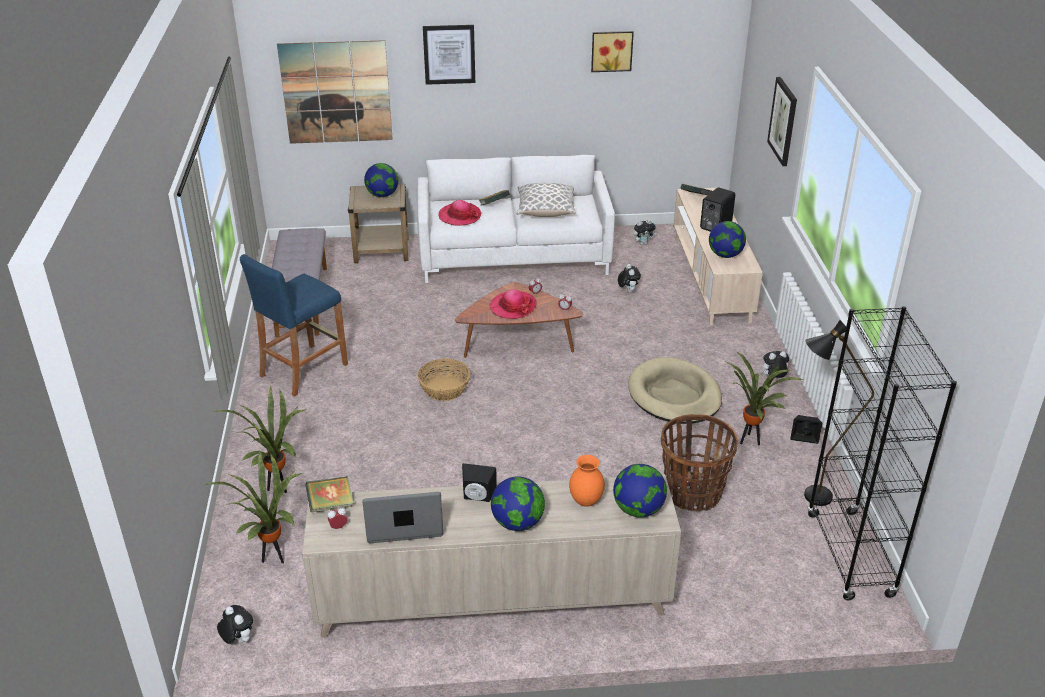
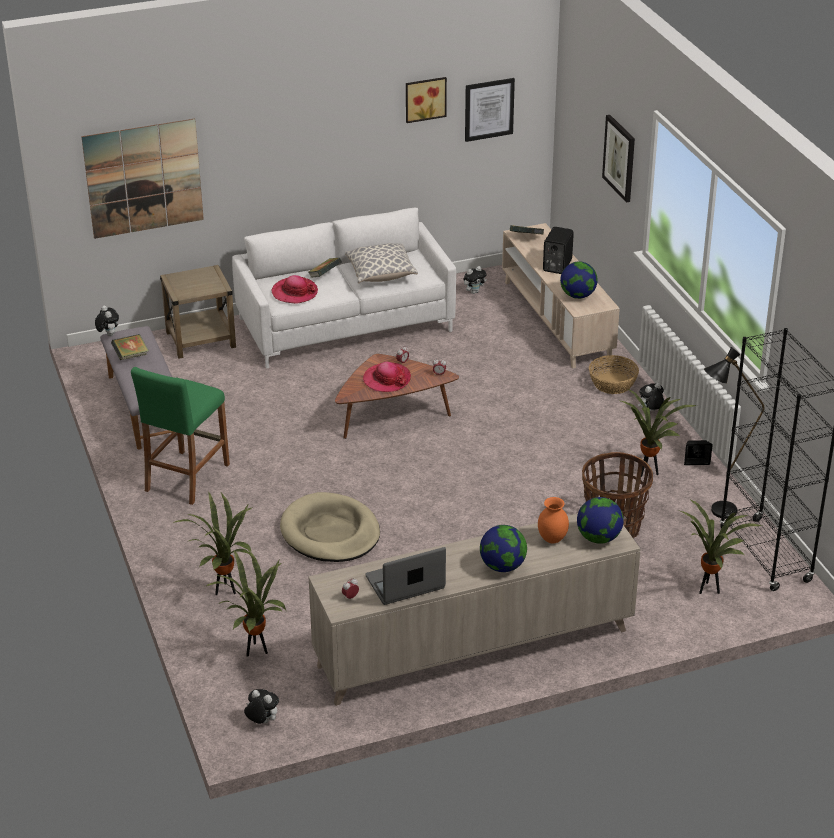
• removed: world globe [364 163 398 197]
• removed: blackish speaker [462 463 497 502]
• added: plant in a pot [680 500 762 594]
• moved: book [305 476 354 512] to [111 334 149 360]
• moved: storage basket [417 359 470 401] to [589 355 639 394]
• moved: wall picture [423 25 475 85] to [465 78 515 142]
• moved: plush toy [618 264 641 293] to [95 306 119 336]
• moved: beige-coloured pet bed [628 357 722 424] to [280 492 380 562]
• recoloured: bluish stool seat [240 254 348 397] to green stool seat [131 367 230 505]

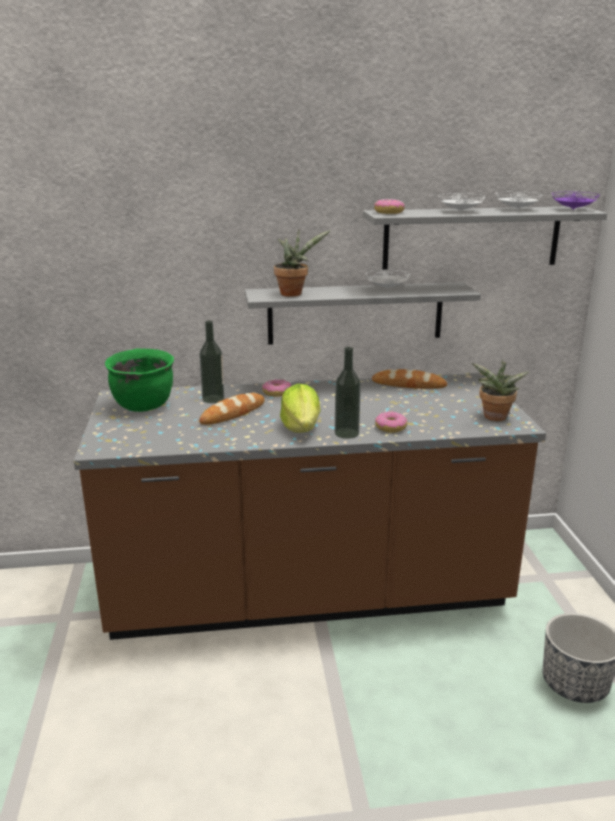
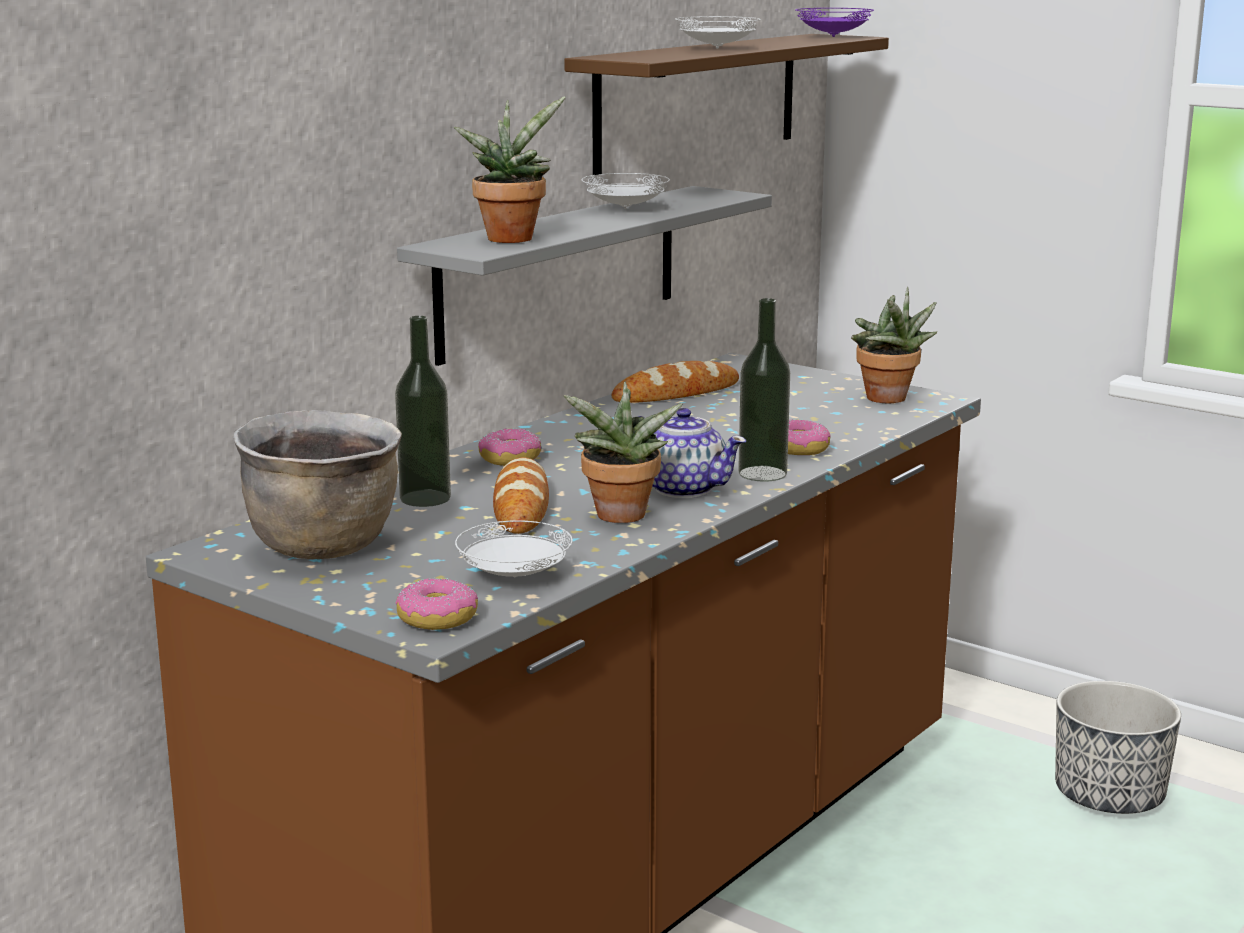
• added: plant in a pot [564 381 683 523]
• moved: doughnut [374 199 405 214] to [395 578 478 630]
• moved: white-coloured dinner plate [496 191 542 210] to [455 520 573 577]
• replaced: head of lettuce [280 384 321 433] to tea pot [636 408 746 498]
• recoloured: green saucepot [105 348 174 412] to brown saucepot [234 410 402 559]
• recoloured: grey wall shelf [363 207 608 270] to brown wall shelf [564 34 889 175]

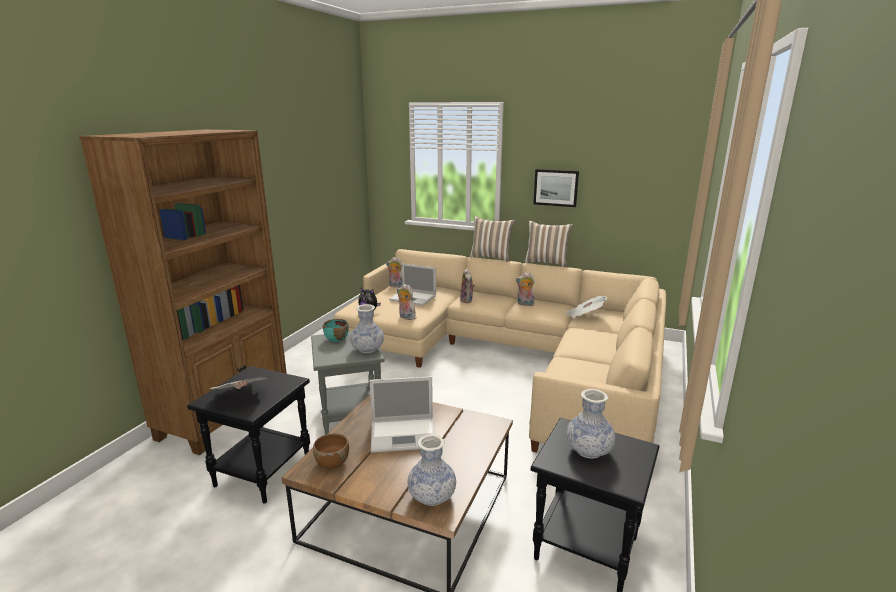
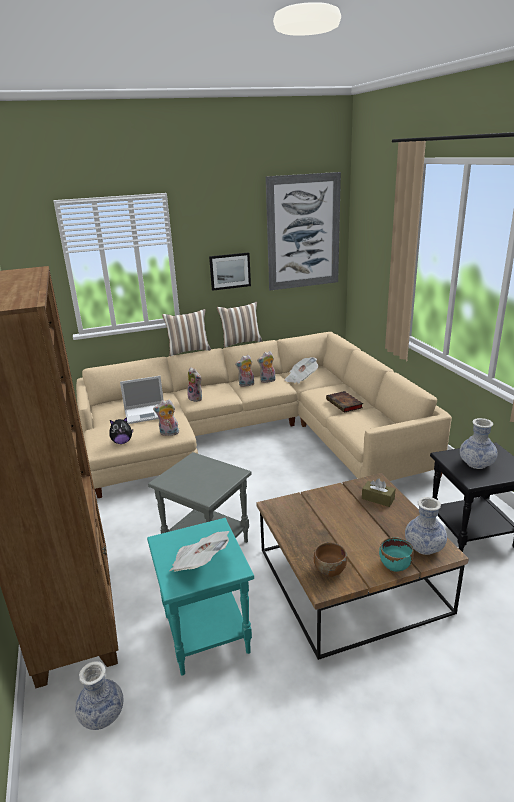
• removed: laptop [369 376 435 453]
• added: wall picture [266 172 341 290]
• added: book [326 391 363 413]
• added: brown box of tissues [362 479 395 507]
• moved: turquoise deep dish [323 319 349 342] to [379 537 414 572]
• moved: vase [350 304 384 353] to [75 661 123 730]
• moved: plush toy [386 257 403 288] to [257 351 276 383]
• recoloured: blackish side table [187 366 310 504] to turquoise side table [147 518 254 676]

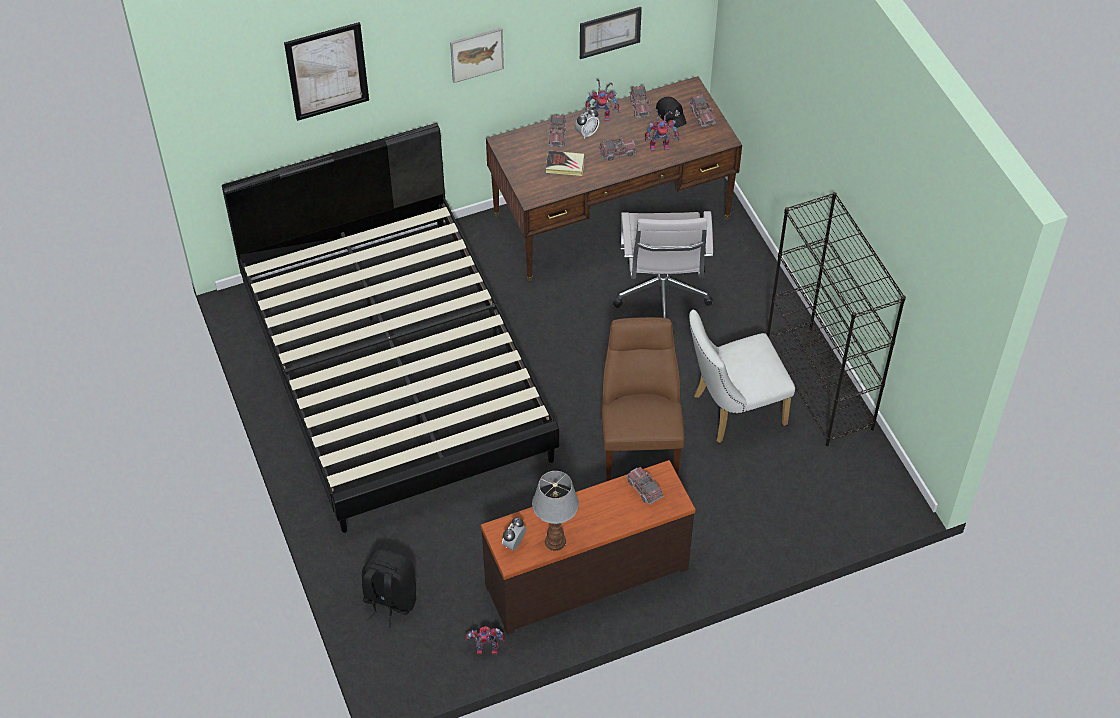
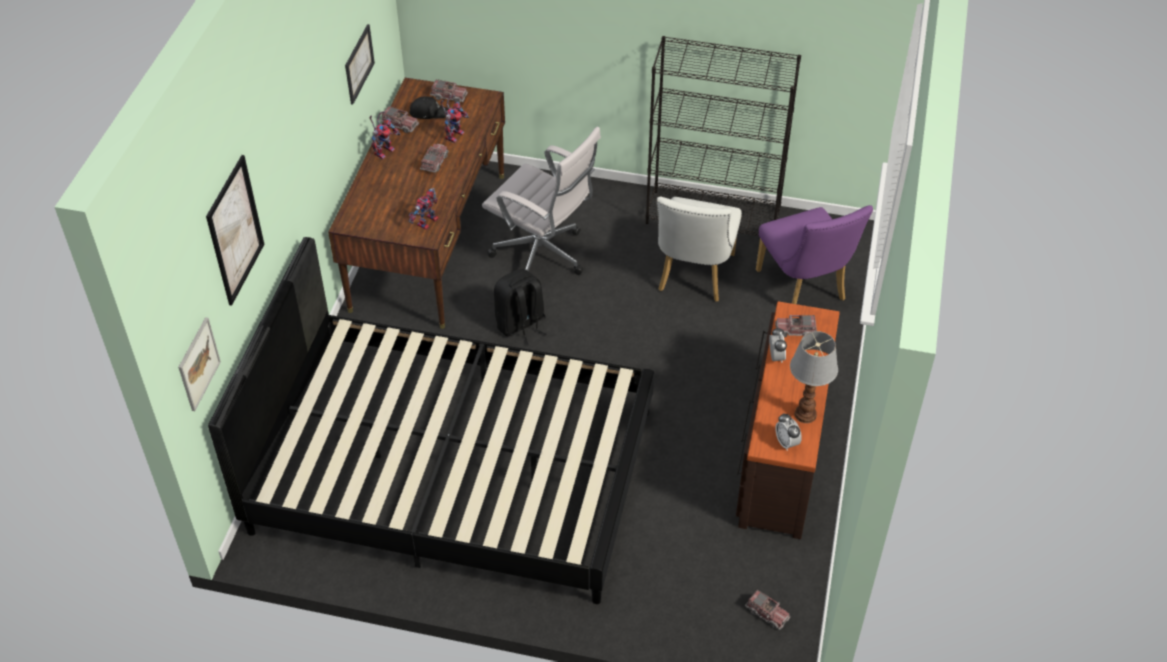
• removed: book [546 150 585 176]
• removed: brown chair [601 317 684 481]
• added: purplish chair [756 205 873 304]
• moved: blackish rucksack [362 549 416 628] to [494 269 547 345]
• moved: wall picture [450 28 504 83] to [178 317 221 411]
• moved: toy robot [466 626 505 655] to [409 188 438 230]
• moved: toy lorry [548 115 566 147] to [745 590 790 630]
• moved: table clock [575 109 599 139] to [769 327 787 363]

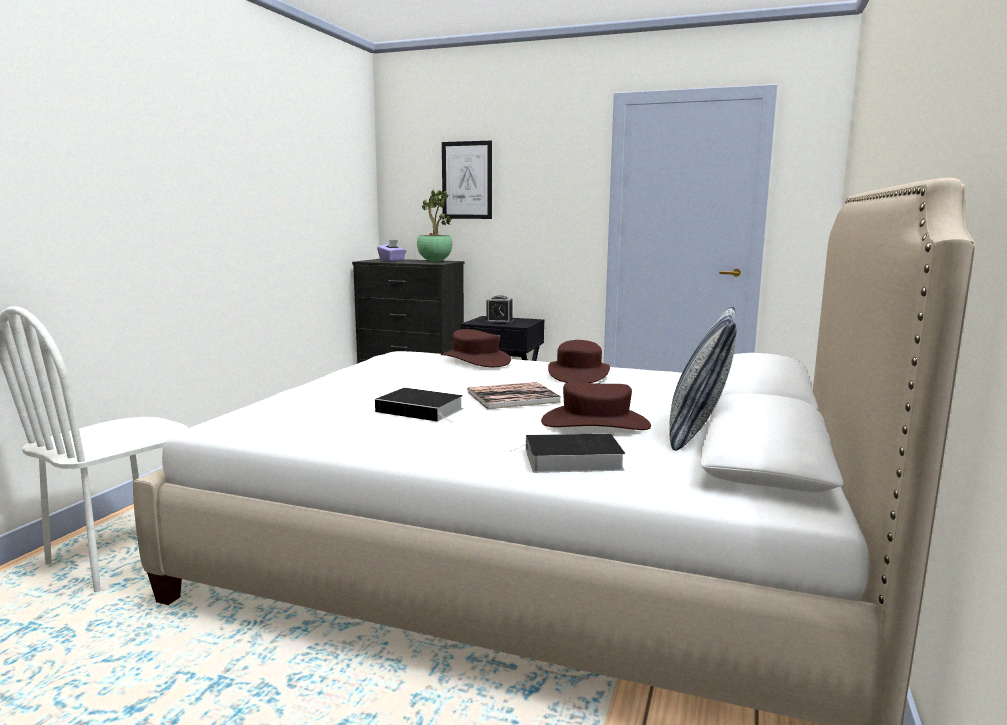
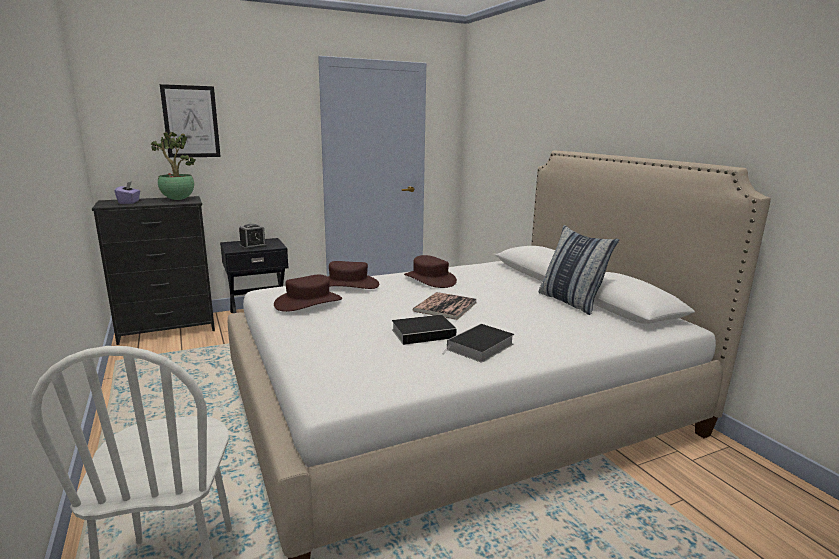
• moved: book [510 433 625 473] to [442 324 514 363]
• moved: brown wearable hat [541 382 651 430] to [274 275 342 312]

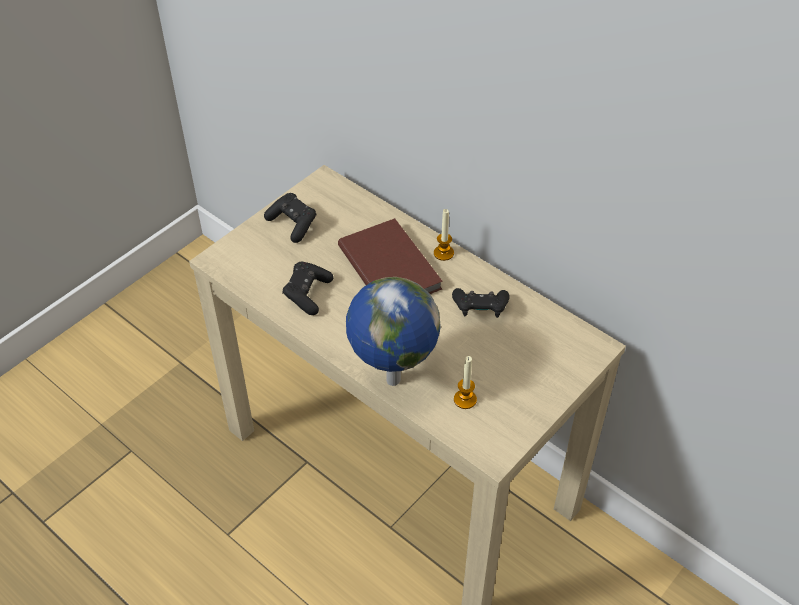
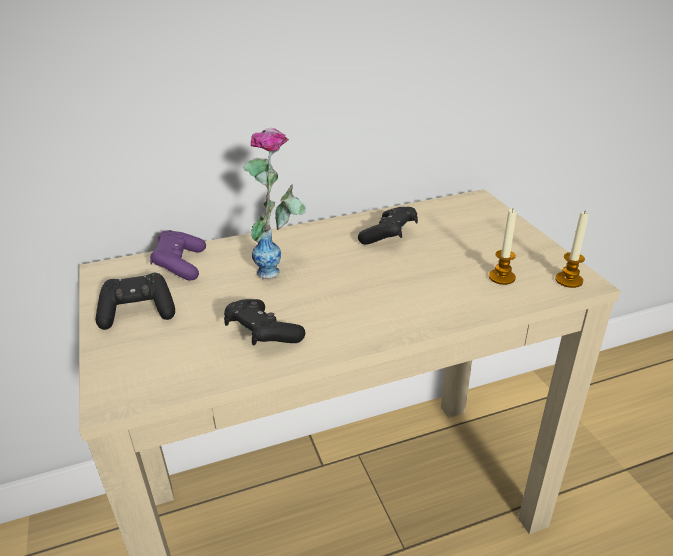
• removed: world globe [346 277 441 386]
• added: purplish joypad [150 230 206 281]
• moved: candle [434 209 454 261] to [555 210 589 288]
• replaced: brown book [338 218 443 294] to vase [243 128 306 279]

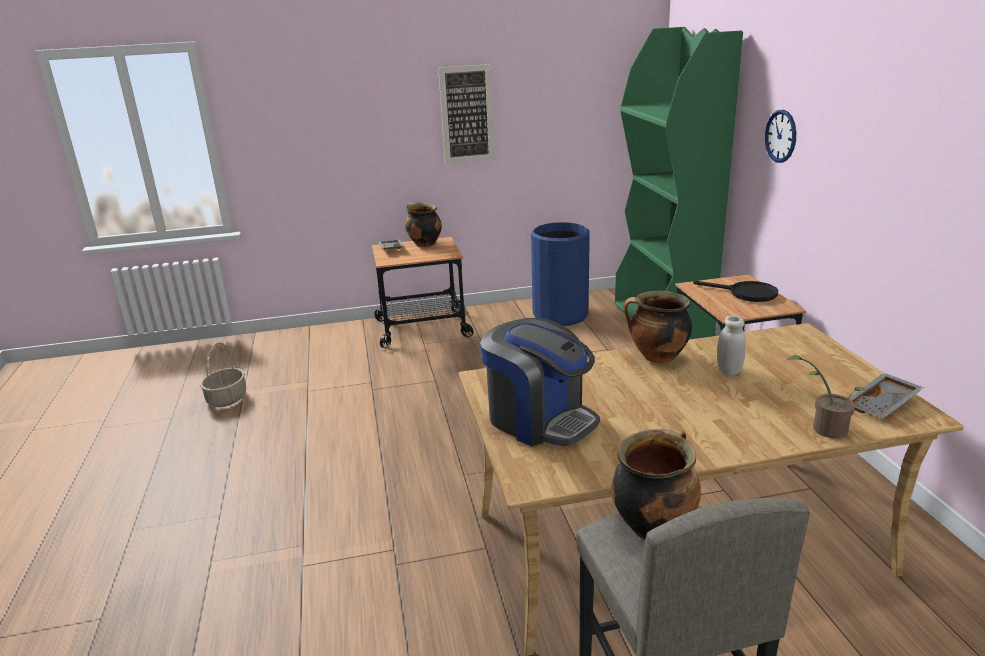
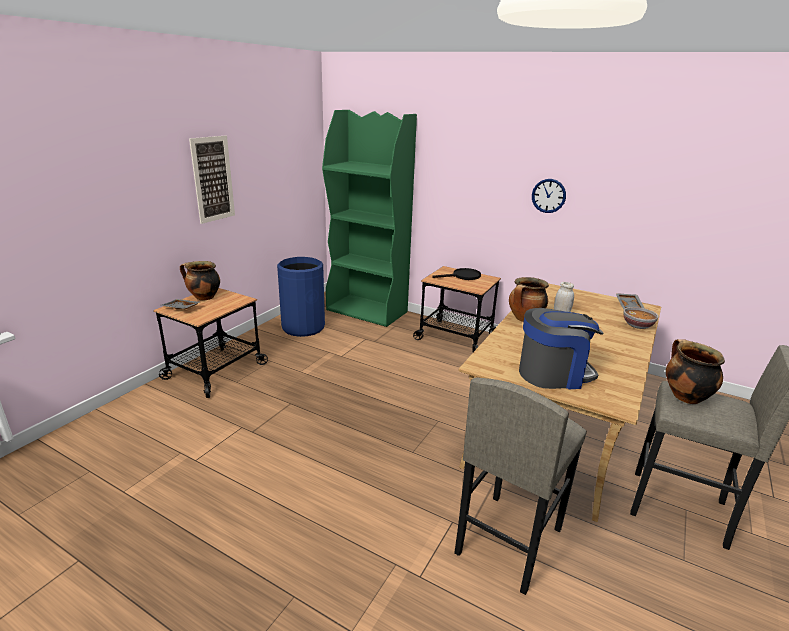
• removed: storage basket [200 342 246 407]
• added: grey stool seat [454 378 587 595]
• moved: wall clock [765 110 796 163] to [532 179 566 213]
• replaced: plant in a pot [786 355 865 439] to deep dish [623 307 659 329]

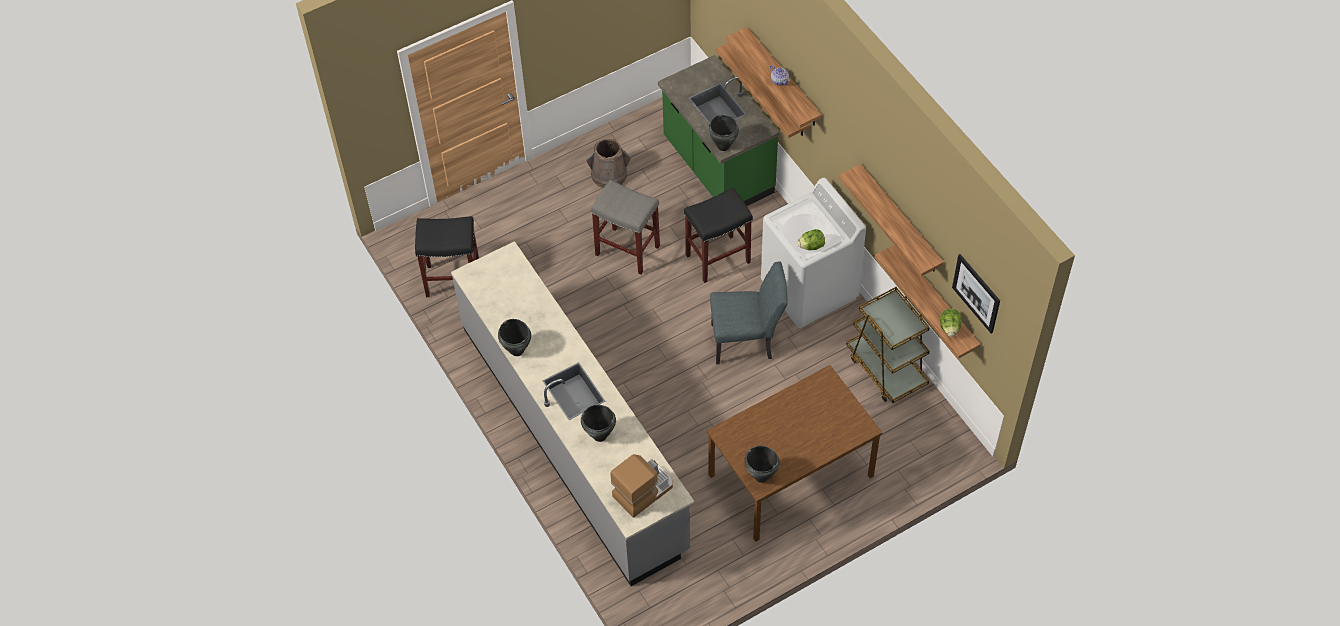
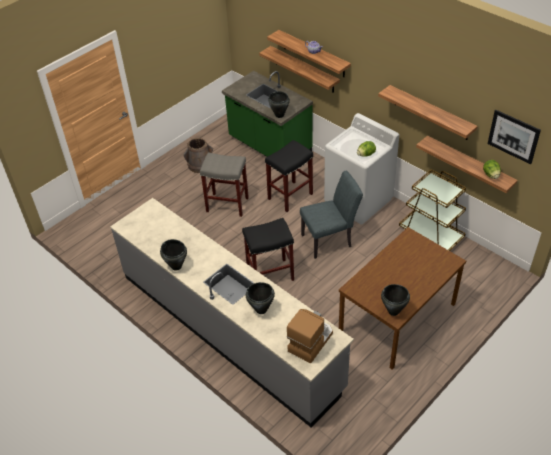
• moved: blackish stool seat [415 216 479 297] to [242 218 294 281]

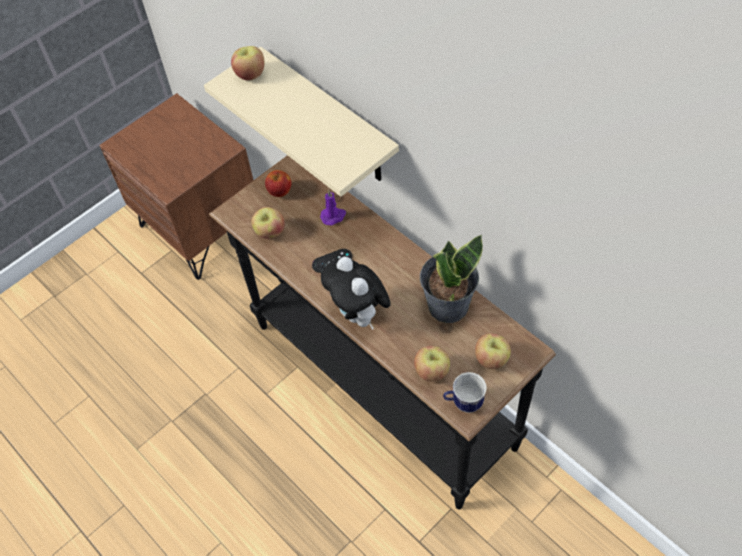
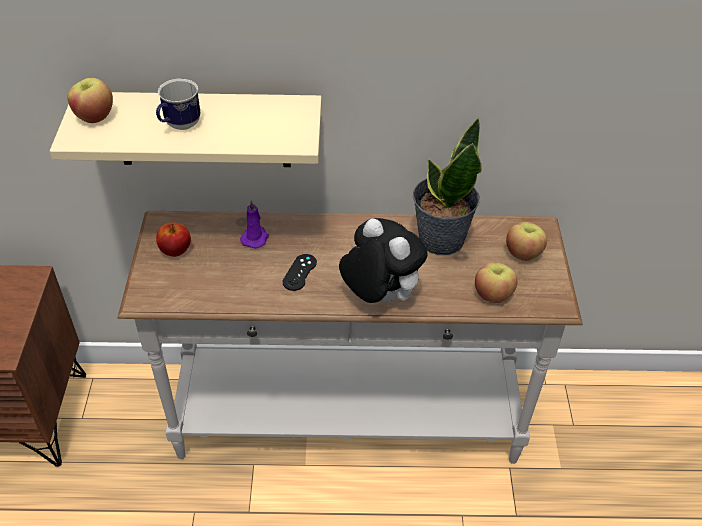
• removed: apple [251 207 284 239]
• moved: mug [443 372 487 413] to [156 79 201 130]
• recoloured: blackish narrow table [209 155 556 510] to white-coloured narrow table [117 211 583 464]
• turned: plush toy [321 256 391 330] = [339 218 428 303] 150 degrees counterclockwise

